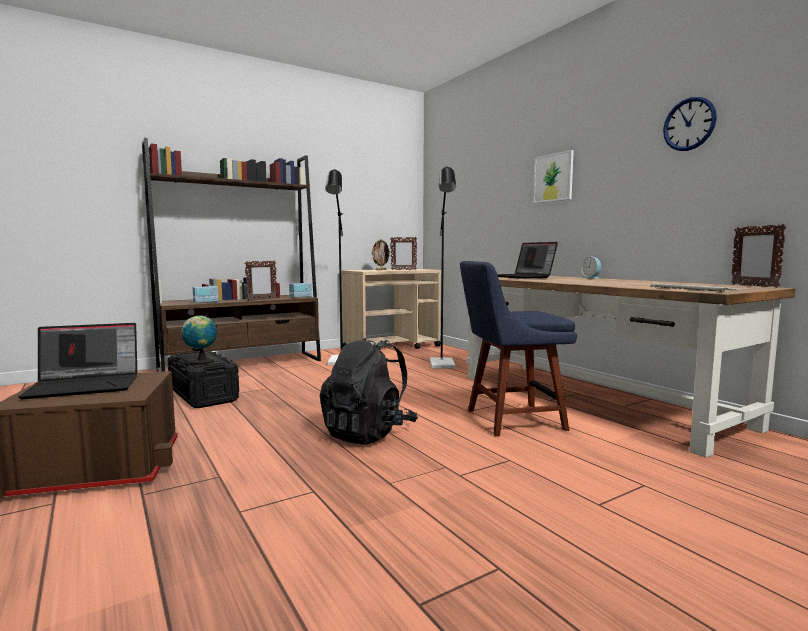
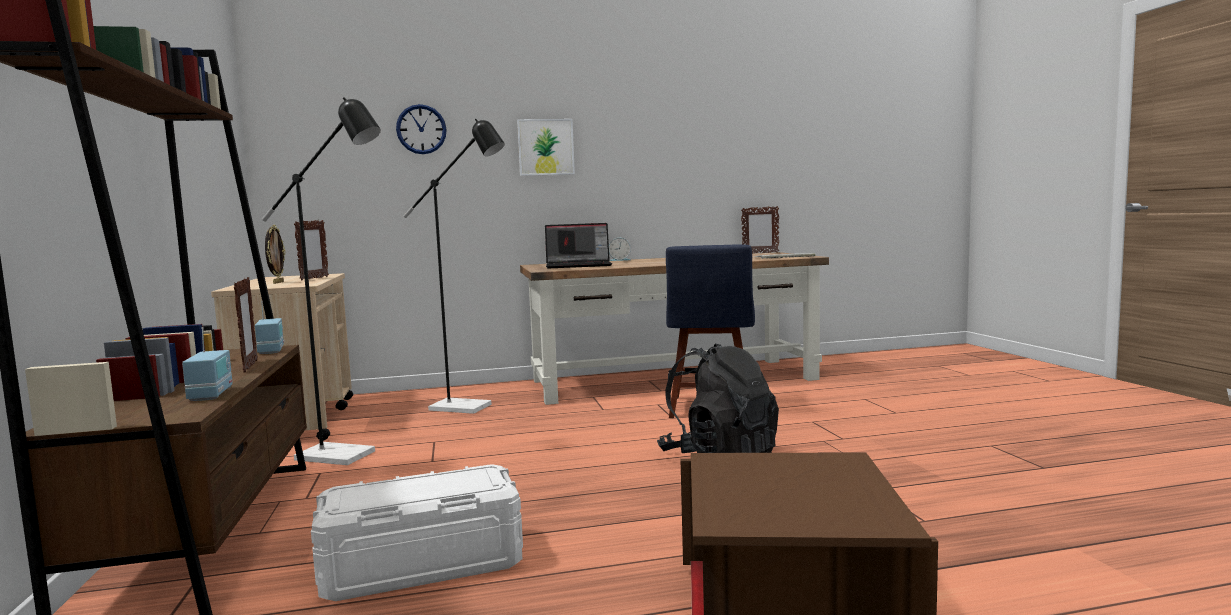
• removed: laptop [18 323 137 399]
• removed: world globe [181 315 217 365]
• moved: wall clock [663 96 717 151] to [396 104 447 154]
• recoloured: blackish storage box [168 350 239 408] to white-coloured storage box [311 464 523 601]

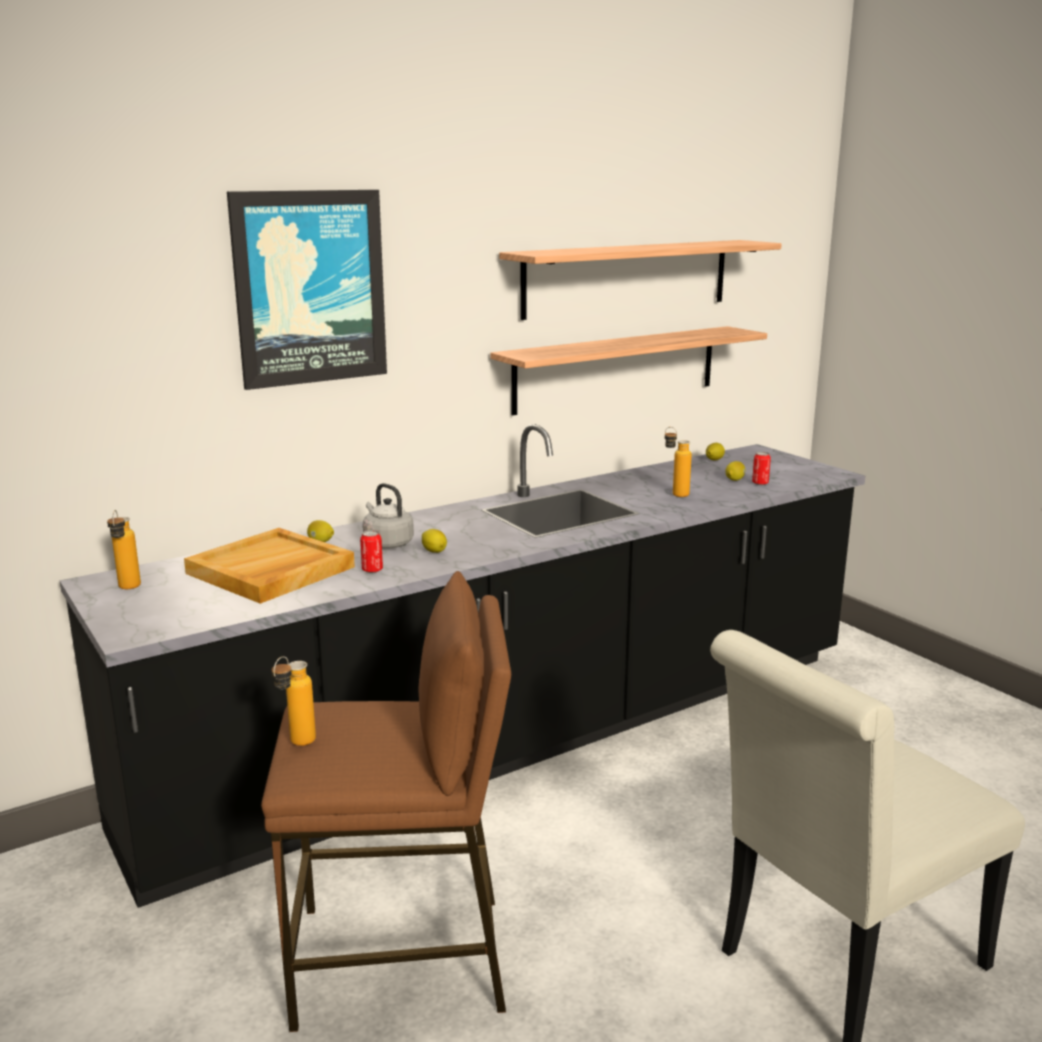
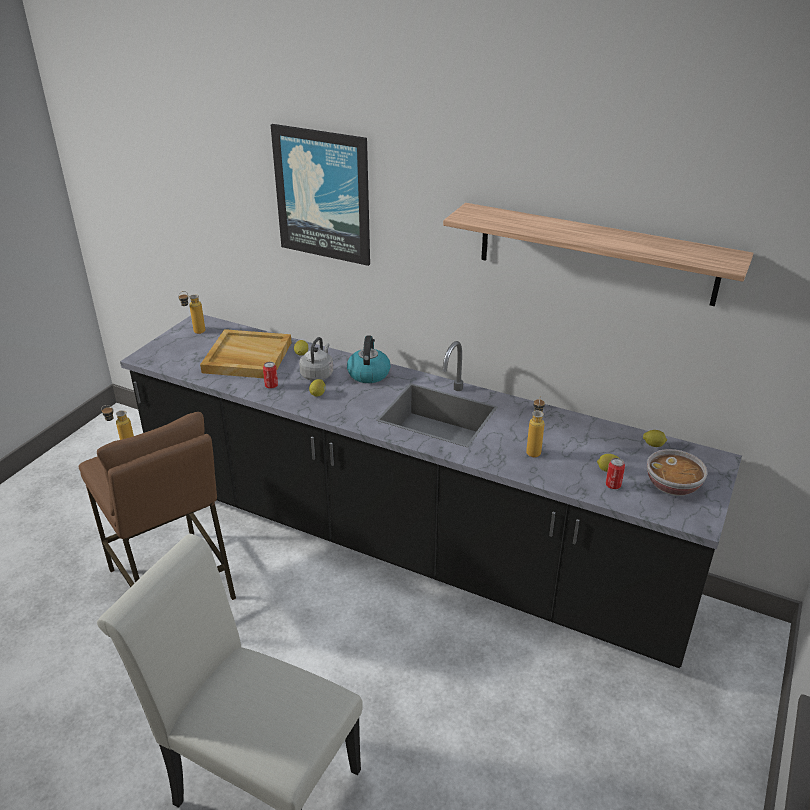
• removed: wall shelf [491 326 767 415]
• added: kettle [347 336 391 383]
• added: deep dish [647 449 707 496]

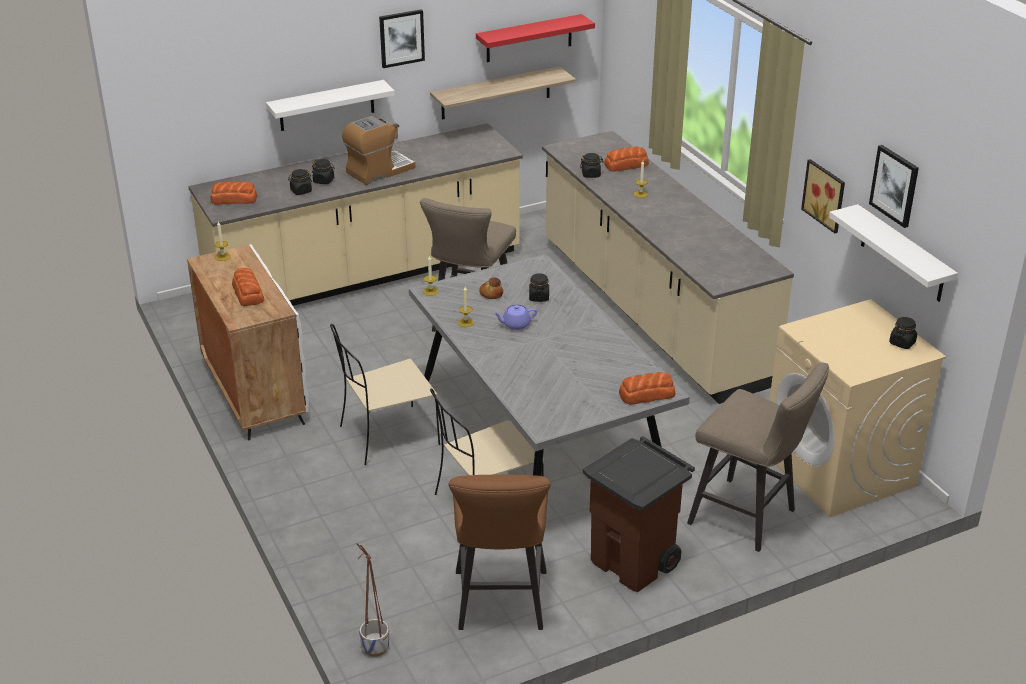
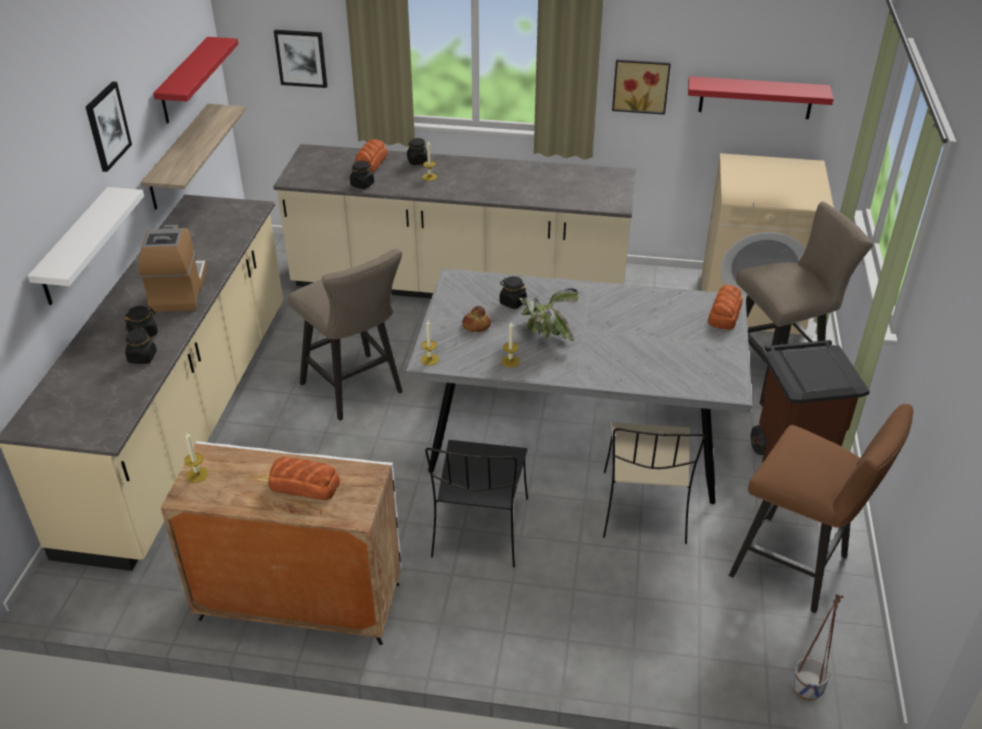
• removed: bakery bread [210 181 257 204]
• moved: wall picture [869 145 919 228] to [274 30 327 88]
• moved: blackish jar [889 317 917 349] to [407 138 428 165]
• replaced: purplish tea pot [493 305 537 330] to plant in a pot [519 288 579 341]
• recoloured: beige-coloured chair [330 324 440 465] to blackish chair [425 440 528 567]
• recoloured: white-coloured wall shelf [829 204 958 302] to red wall shelf [688 76 833 119]

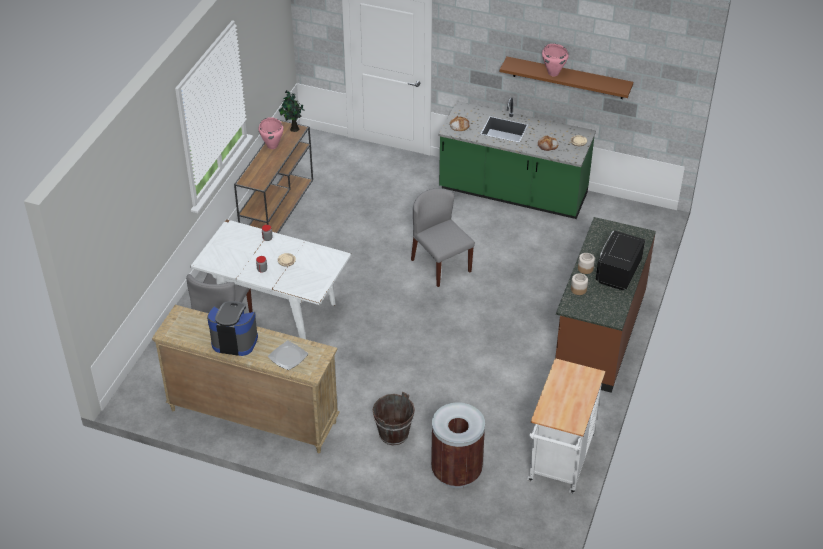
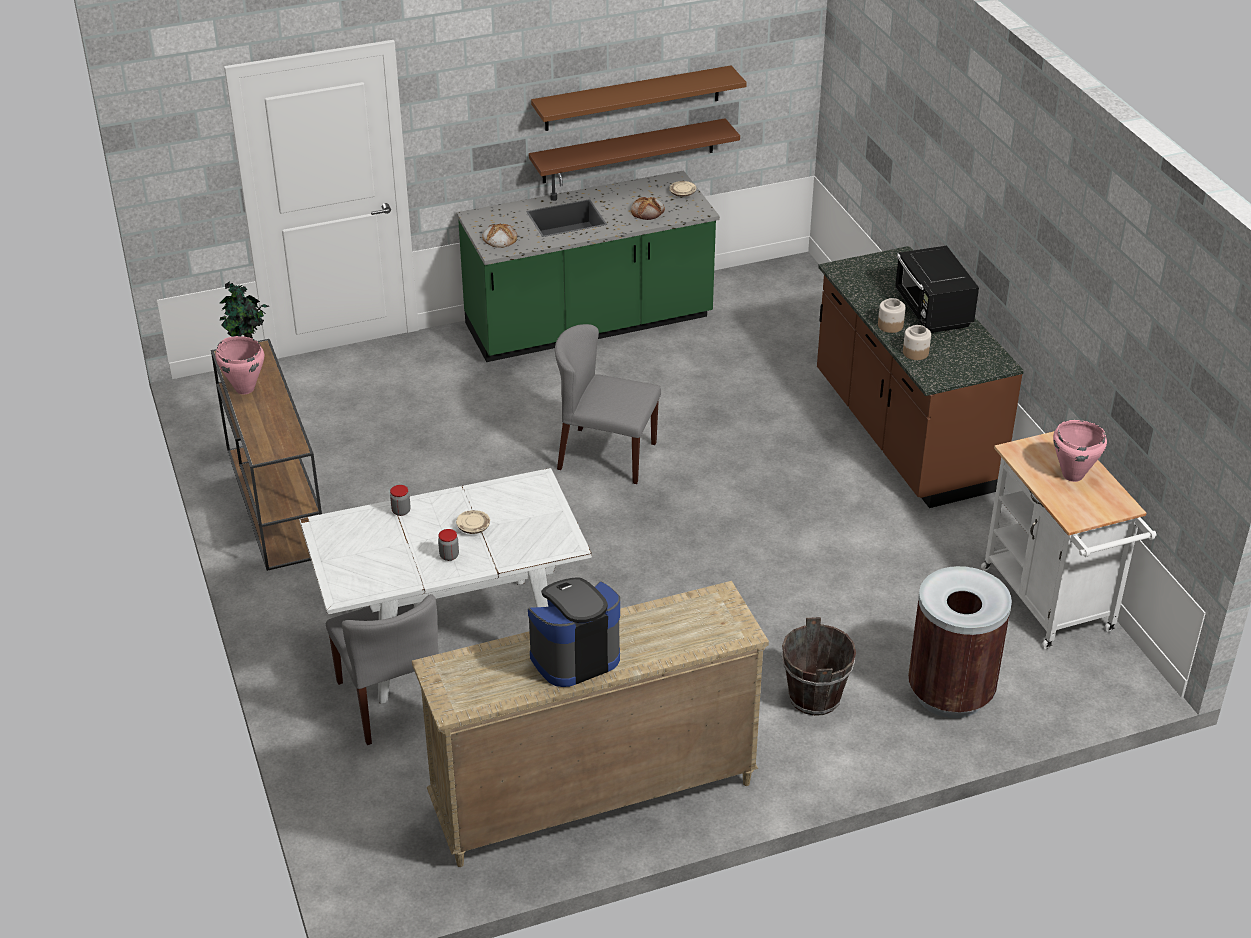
• removed: dinner plate [268 340 308 370]
• added: brown wall shelf [529 118 740 183]
• moved: pinkish saucepot [542 44 569 76] to [1053 420 1107 482]

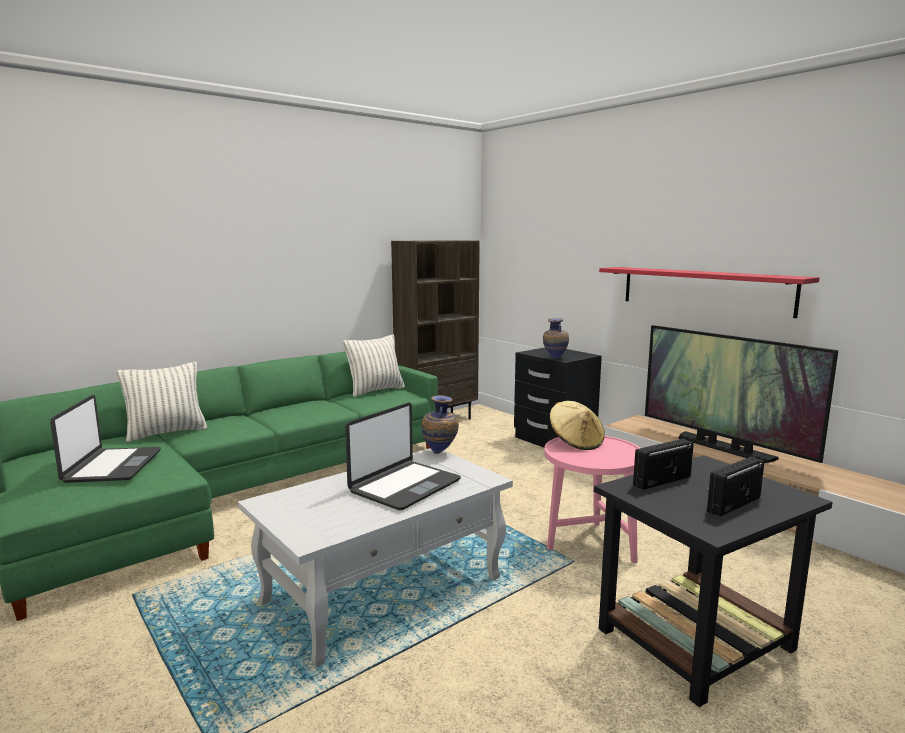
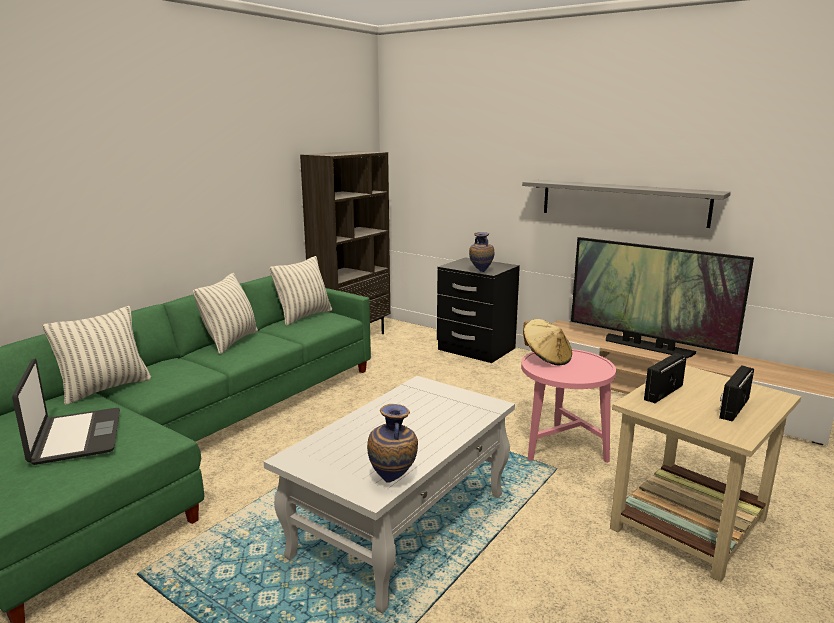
• removed: laptop [345 402 461 510]
• added: cushion [193 273 258 354]
• moved: vase [422 395 459 454] to [367 404 418 482]
• recoloured: blackish side table [594 455 833 707] to beige-coloured side table [610 366 801 582]
• recoloured: red wall shelf [599 267 819 318] to grey wall shelf [522 180 731 228]

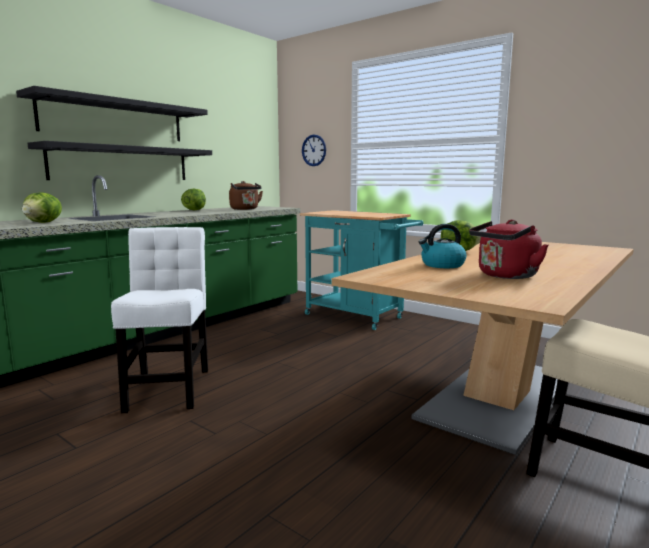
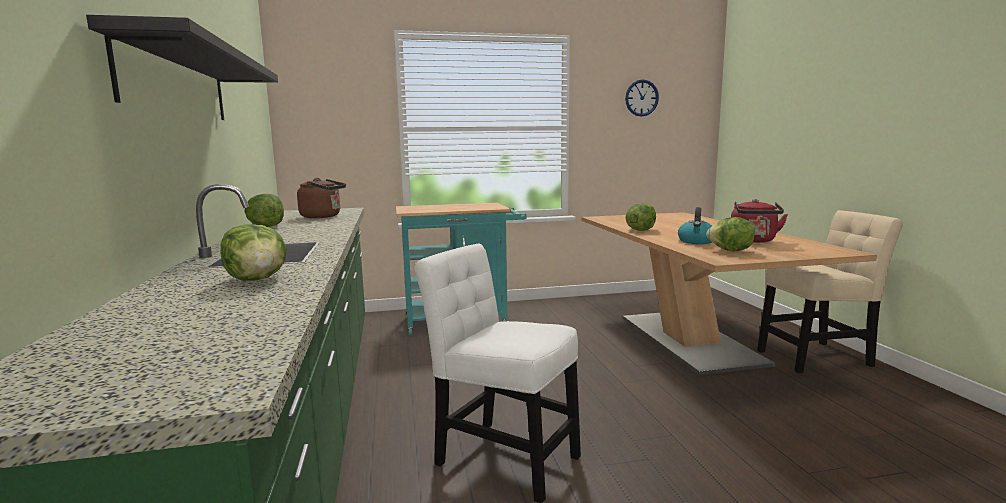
• removed: blackish wall shelf [28 141 212 180]
• added: head of lettuce [706 217 755 252]
• moved: wall clock [302 134 326 166] to [625 79 659 117]

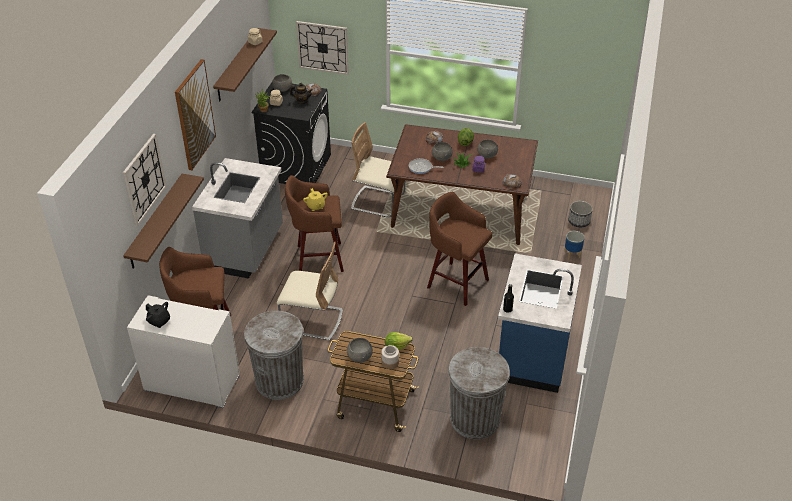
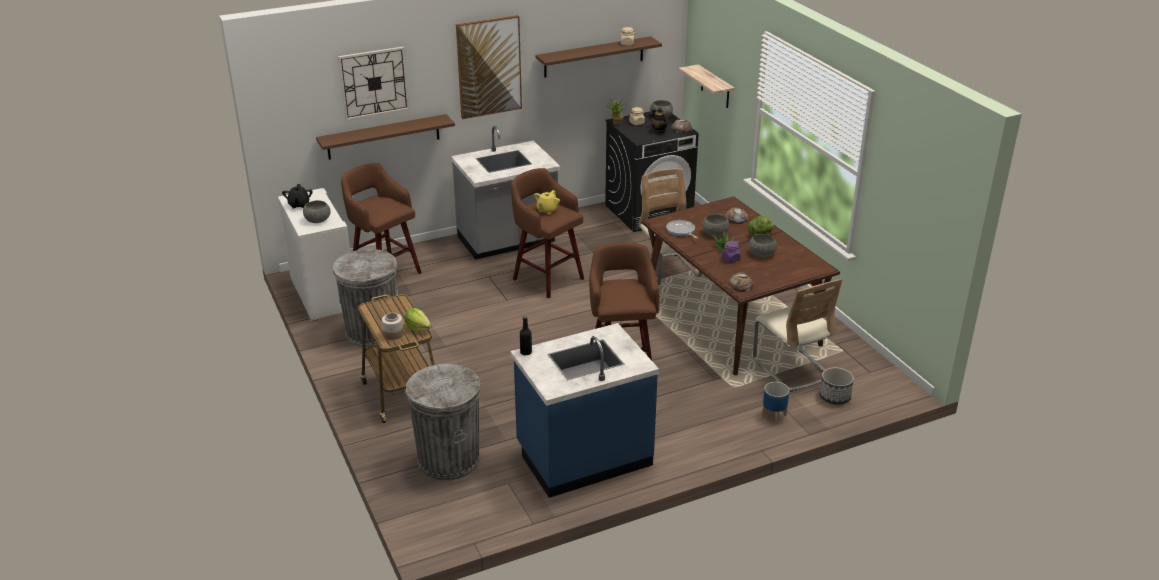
• moved: beige-coloured chair [277 242 343 341] to [753 279 842 392]
• moved: grey deep dish [347 338 373 363] to [303 200 331 223]
• replaced: wall clock [296 21 349 75] to wall shelf [678 64 735 108]

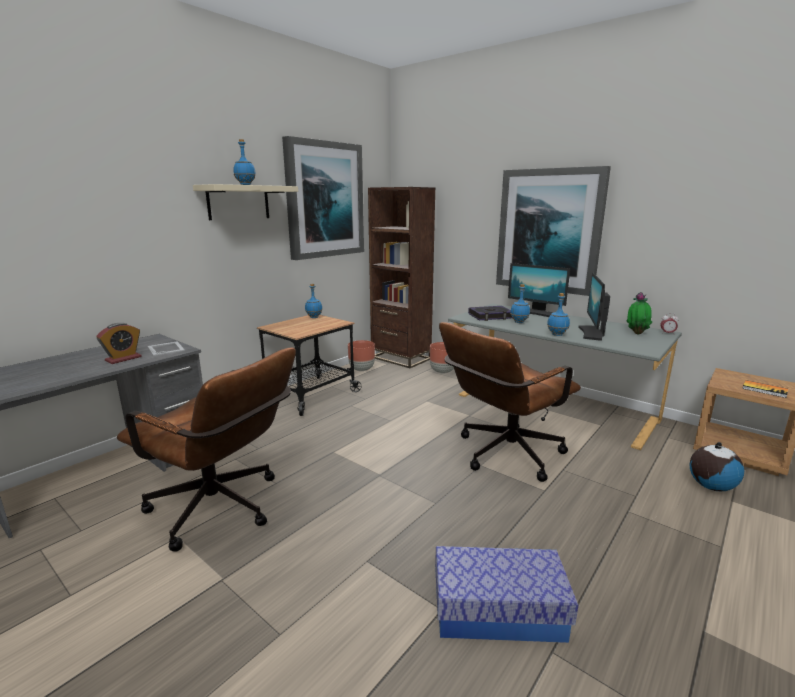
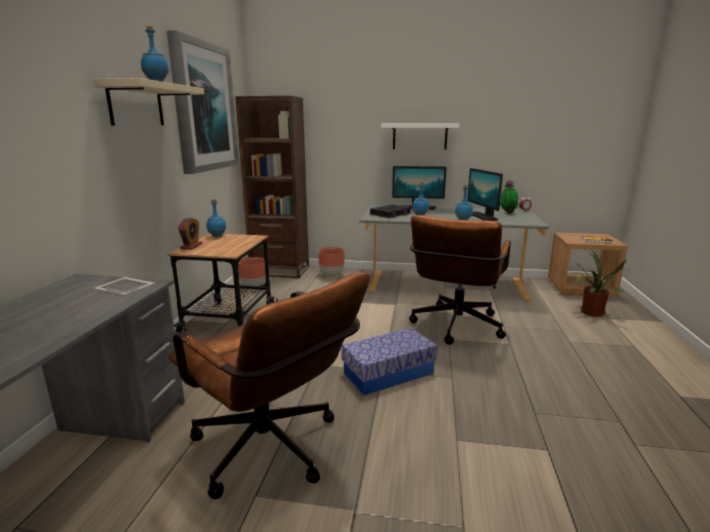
• moved: table clock [96 323 142 364] to [178 217 202 250]
• moved: storage box [435 546 578 643] to [341 328 438 395]
• replaced: wall picture [496 166 611 296] to white-coloured wall shelf [381 123 460 150]
• replaced: world globe [690 442 744 492] to plant in a pot [571 247 632 317]
• turned: brown office chair [117 347 296 552] = [168 272 370 499] 45 degrees clockwise

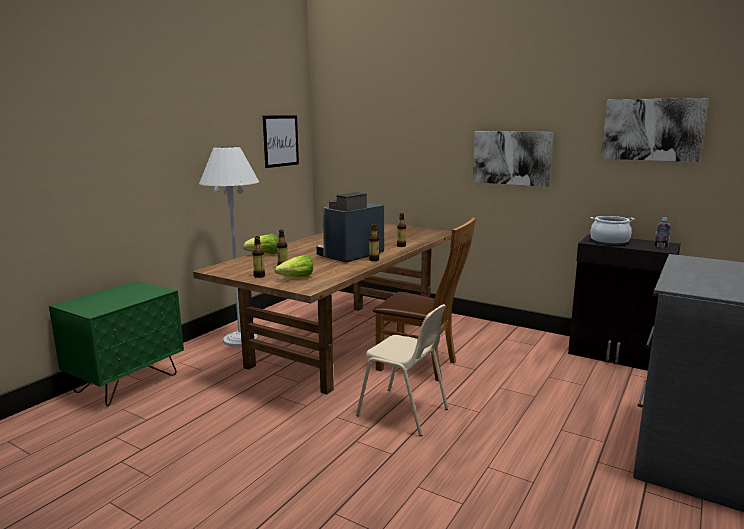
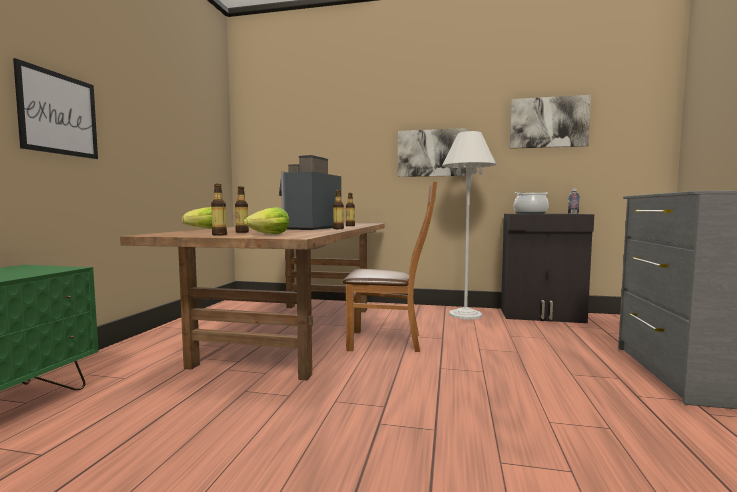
• removed: beige-coloured chair [356 304 449 436]
• moved: white-coloured standing lamp [199 146 259 347] to [442 131 497 320]
• moved: wall picture [263 116 299 168] to [13 58 98 159]

